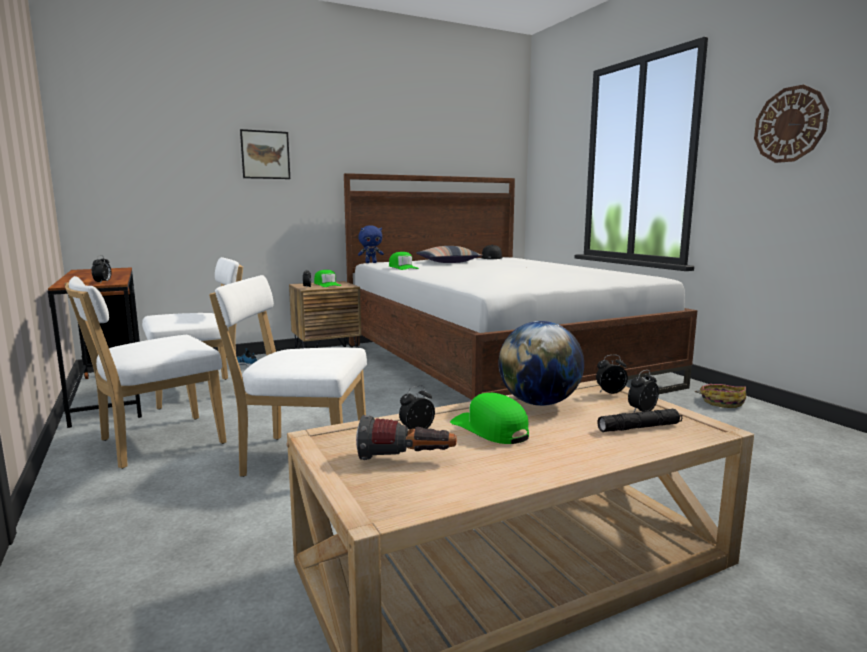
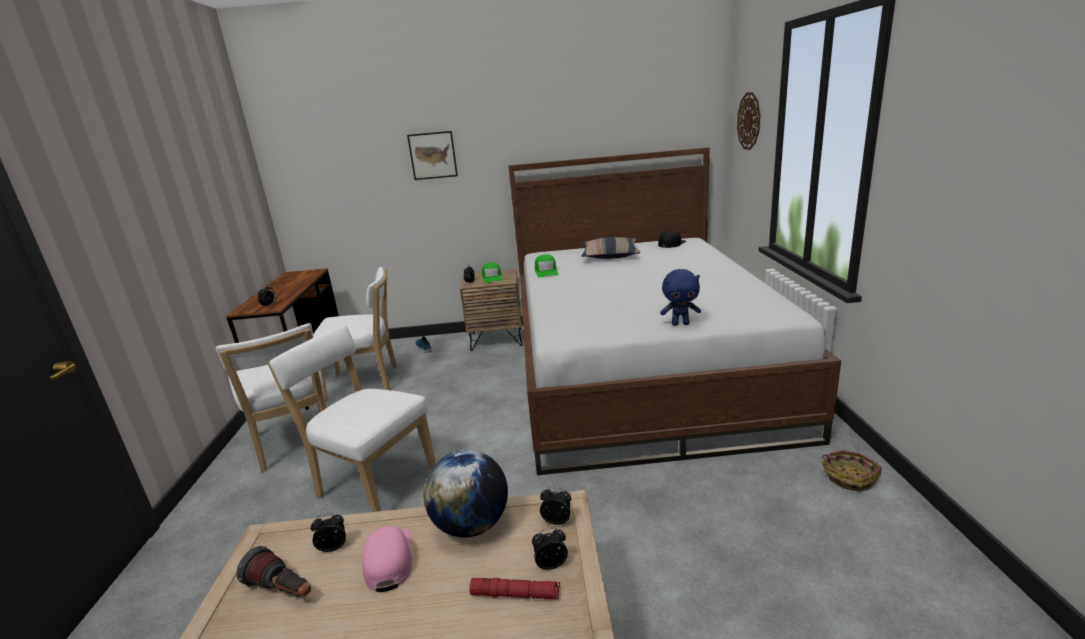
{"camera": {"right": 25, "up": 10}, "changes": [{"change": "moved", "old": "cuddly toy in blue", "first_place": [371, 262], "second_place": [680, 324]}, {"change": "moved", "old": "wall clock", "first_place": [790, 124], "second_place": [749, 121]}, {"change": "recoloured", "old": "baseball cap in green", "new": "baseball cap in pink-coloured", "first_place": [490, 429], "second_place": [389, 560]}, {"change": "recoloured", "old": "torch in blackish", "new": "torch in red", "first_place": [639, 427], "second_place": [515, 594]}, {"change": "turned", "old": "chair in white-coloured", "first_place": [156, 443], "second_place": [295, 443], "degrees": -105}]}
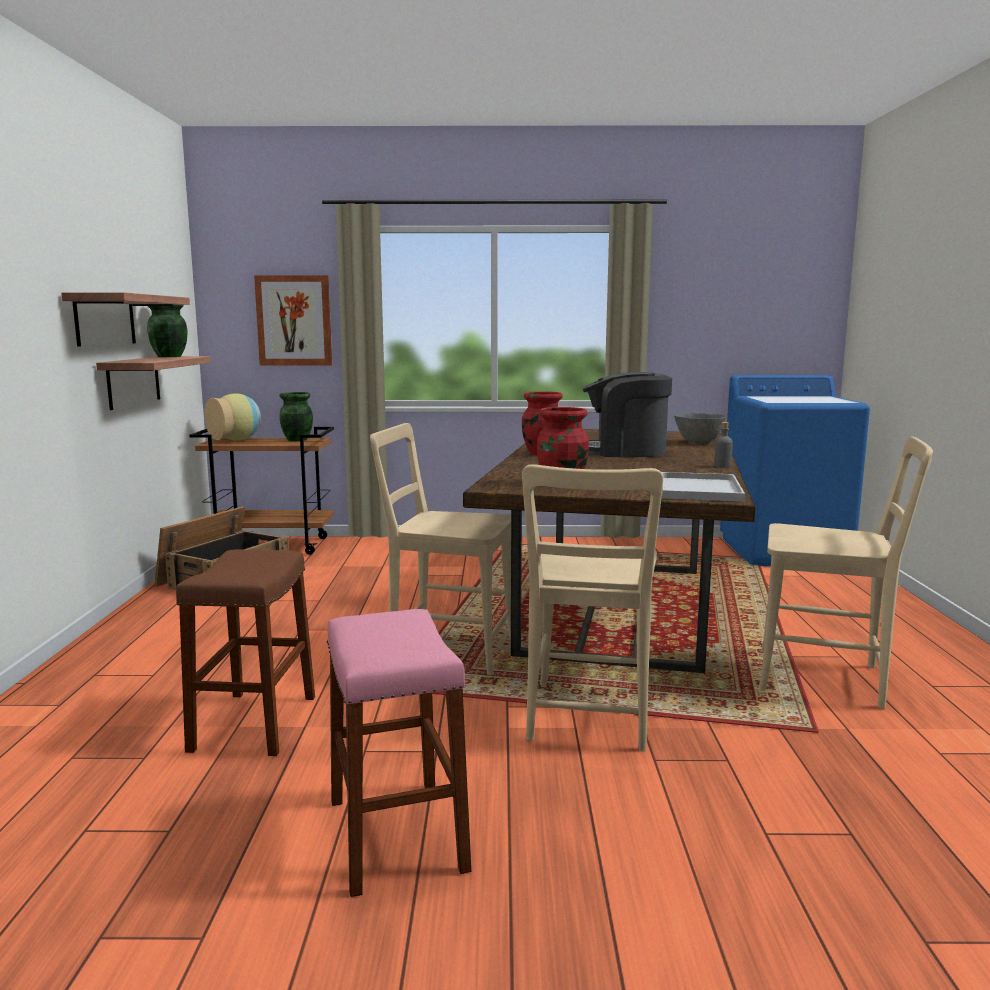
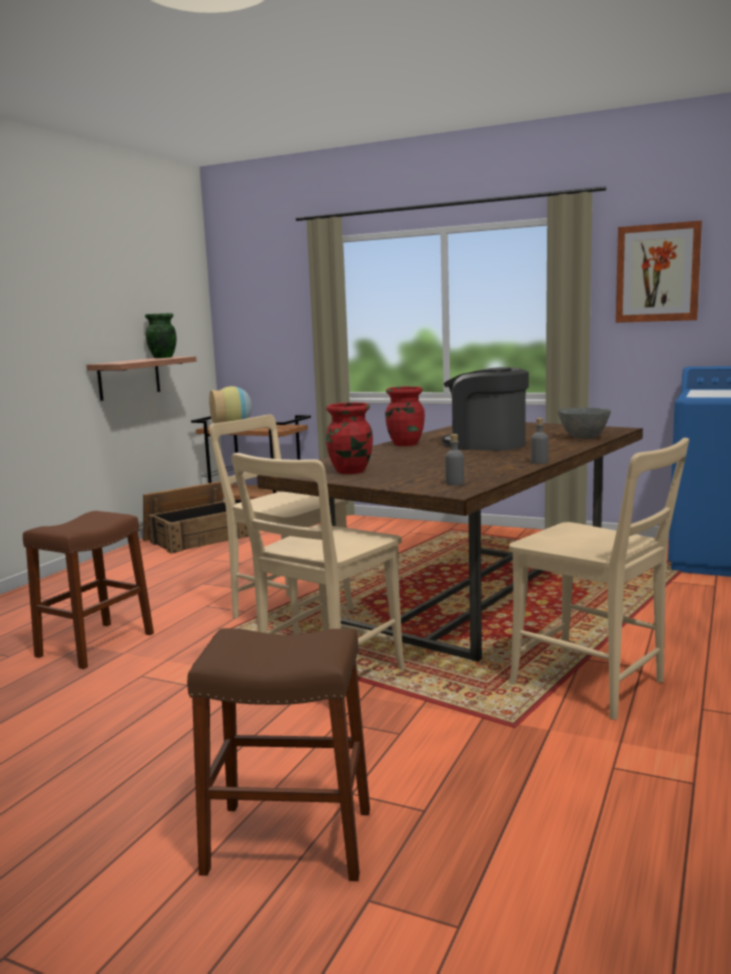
{"camera": {"right": 25, "up": 0}, "changes": [{"change": "removed", "old": "shelf", "first_place": [105, 320]}, {"change": "removed", "old": "flower vase in green", "first_place": [297, 440]}, {"change": "removed", "old": "sitting stool in pink-coloured", "first_place": [396, 834]}, {"change": "added", "new": "sitting stool in brown", "second_place": [289, 840]}, {"change": "moved", "old": "wall art", "first_place": [294, 321], "second_place": [657, 273]}, {"change": "replaced", "old": "tray in white-coloured", "new": "bottle in gray", "first_place": [701, 489], "second_place": [455, 483]}]}
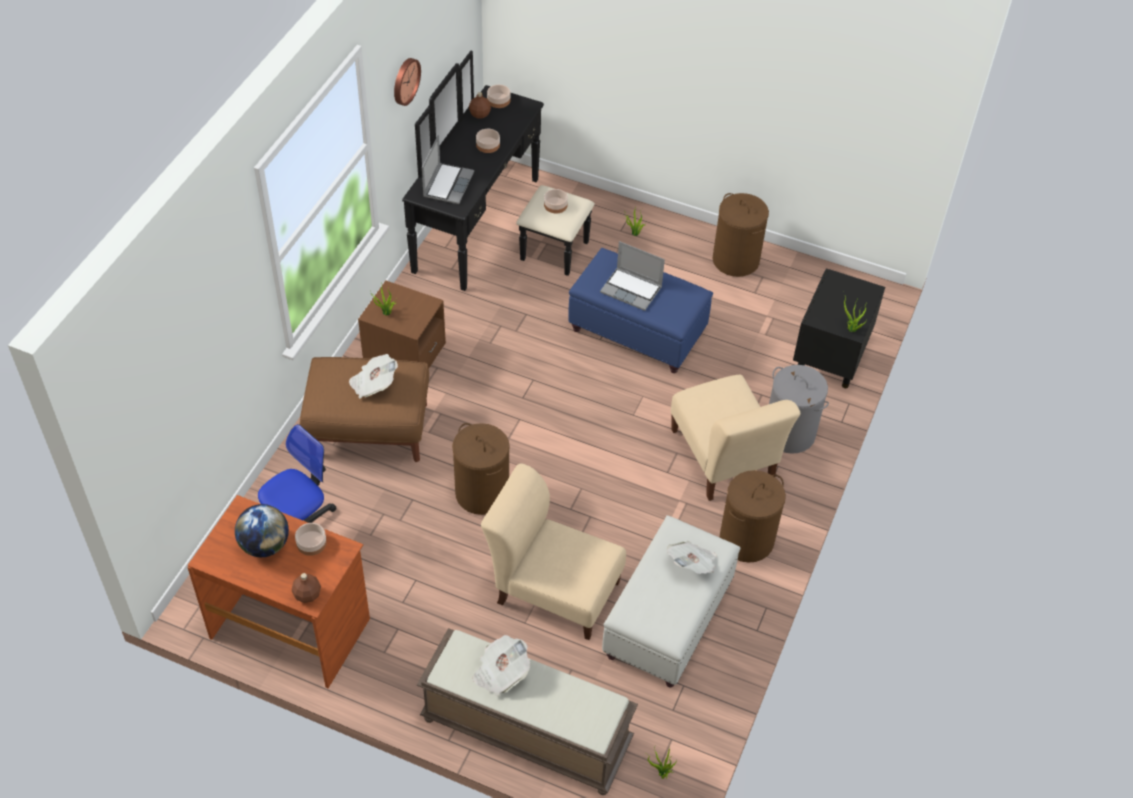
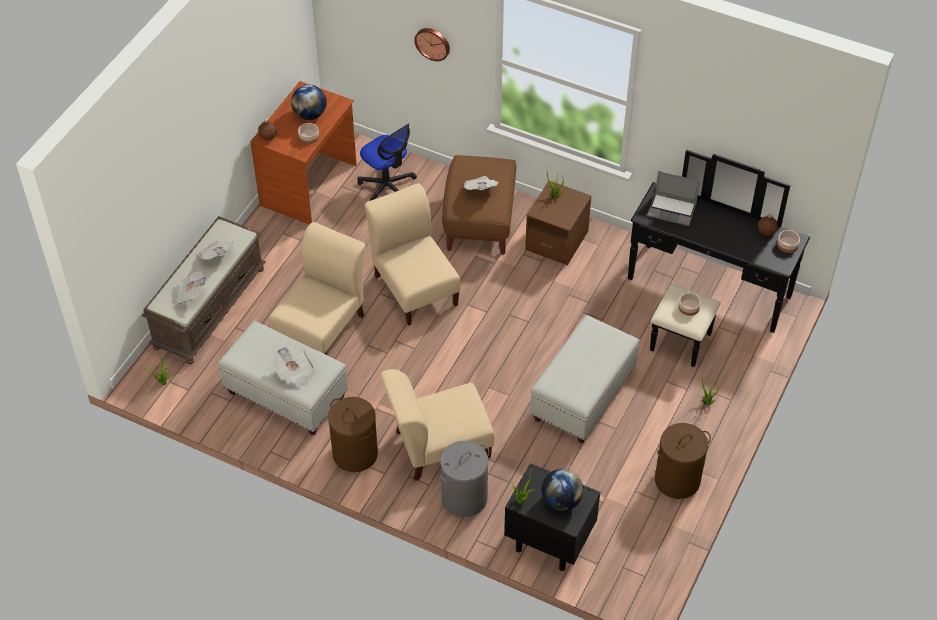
{"camera": {"right": 95, "up": 0}, "changes": [{"change": "removed", "old": "serving bowl", "first_place": [488, 145]}, {"change": "removed", "old": "notebook computer", "first_place": [632, 290]}, {"change": "added", "new": "daily paper", "second_place": [189, 295]}, {"change": "added", "new": "desk globe", "second_place": [561, 500]}, {"change": "moved", "old": "wall clock", "first_place": [405, 81], "second_place": [433, 43]}, {"change": "replaced", "old": "hamper in brown", "new": "chair in beige-coloured", "first_place": [481, 493], "second_place": [414, 287]}, {"change": "recoloured", "old": "footrest in blue", "new": "footrest in white-coloured", "first_place": [638, 332], "second_place": [582, 396]}]}
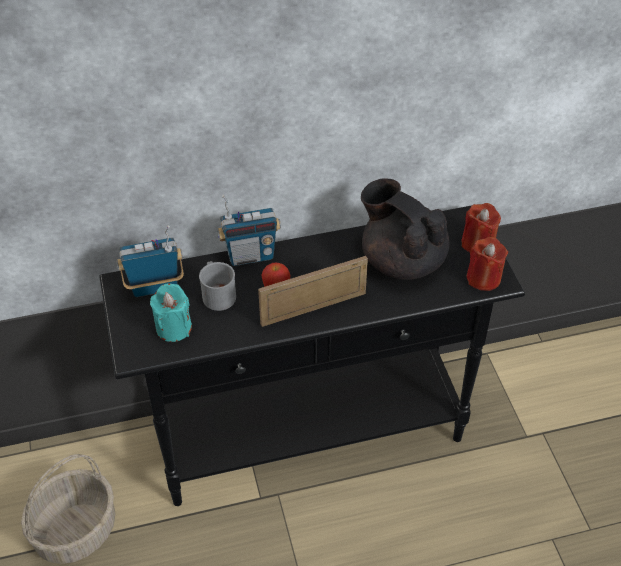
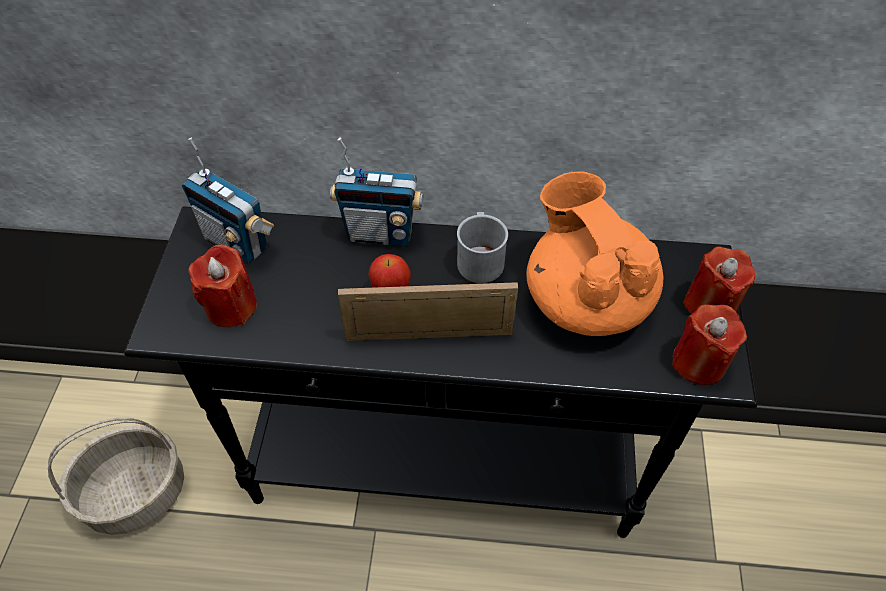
{"camera": {"right": 20, "up": 5}, "changes": [{"change": "moved", "old": "tea mug in gray", "first_place": [217, 294], "second_place": [480, 258]}, {"change": "recoloured", "old": "wax candle in turquoise-coloured", "new": "wax candle in red", "first_place": [173, 328], "second_place": [231, 307]}, {"change": "recoloured", "old": "teapot in blackish", "new": "teapot in orange-coloured", "first_place": [402, 260], "second_place": [586, 299]}, {"change": "turned", "old": "radio set", "first_place": [155, 287], "second_place": [237, 243], "degrees": -150}]}
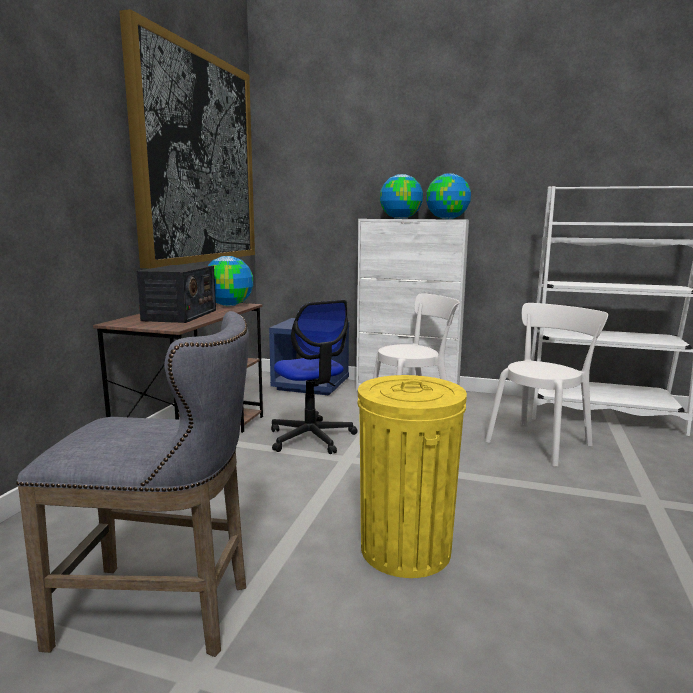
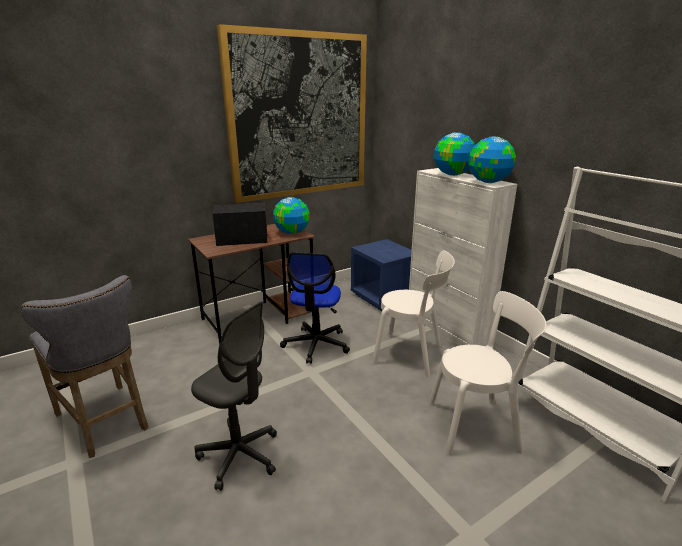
{"camera": {"right": 40, "up": 10}, "changes": [{"change": "replaced", "old": "trash can in yellow-coloured", "new": "desk chair in gray", "first_place": [405, 549], "second_place": [239, 456]}, {"change": "turned", "old": "radio set", "first_place": [180, 315], "second_place": [242, 239], "degrees": -150}]}
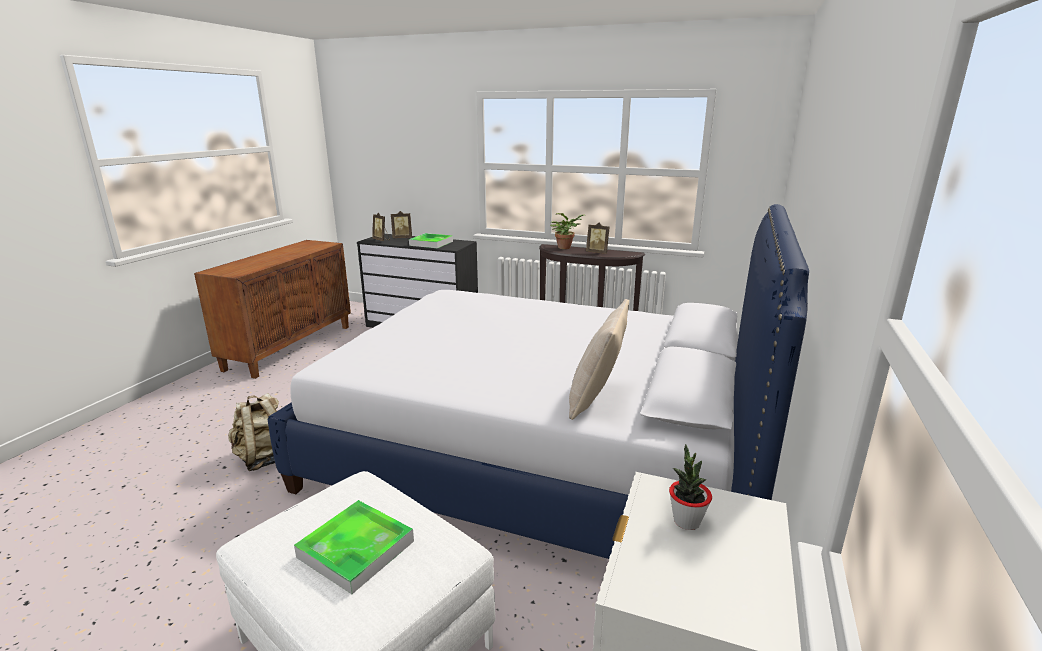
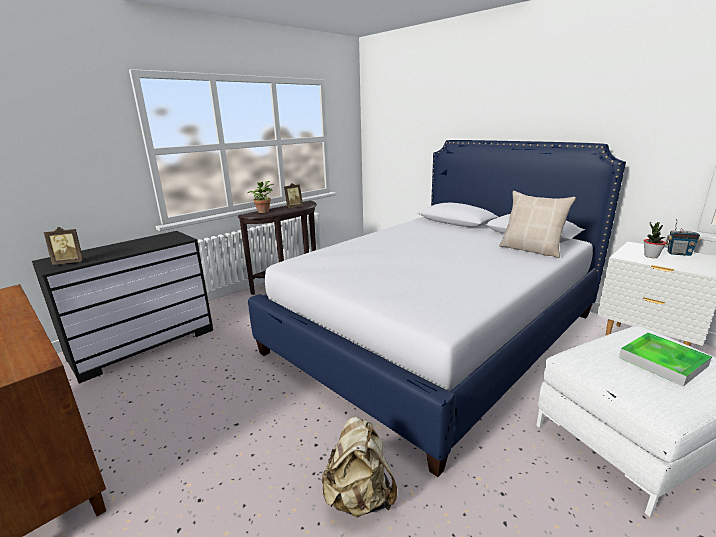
{"camera": {"right": -65, "up": 0}, "changes": [{"change": "removed", "old": "standing frame", "first_place": [402, 238]}, {"change": "removed", "old": "tray", "first_place": [431, 243]}, {"change": "added", "new": "radio set", "second_place": [678, 254]}]}
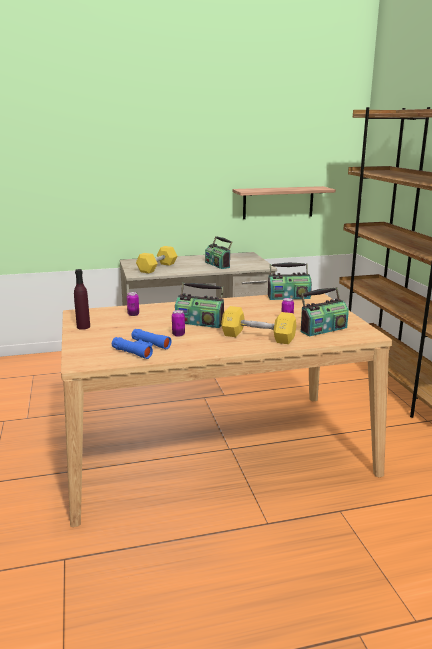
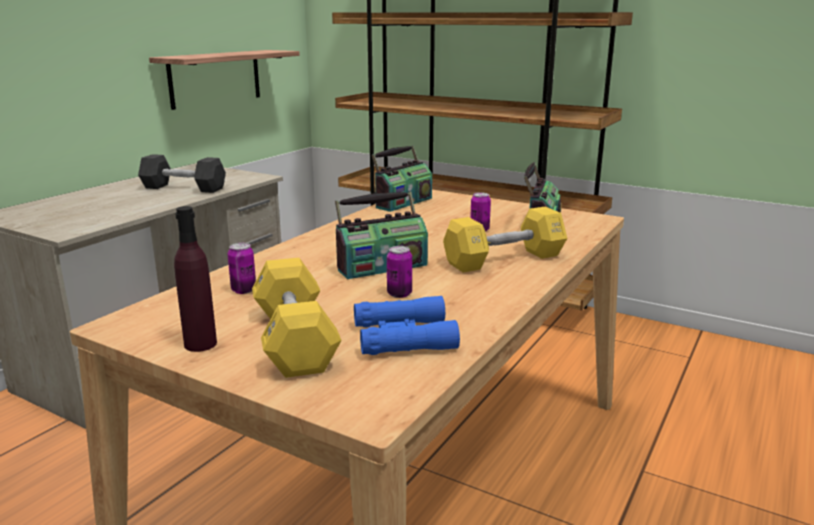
{"camera": {"right": -45, "up": 0}, "changes": [{"change": "moved", "old": "dumbbell in yellow-coloured", "first_place": [157, 267], "second_place": [294, 339]}, {"change": "replaced", "old": "radio set", "new": "dumbbell in blackish", "first_place": [218, 264], "second_place": [183, 188]}]}
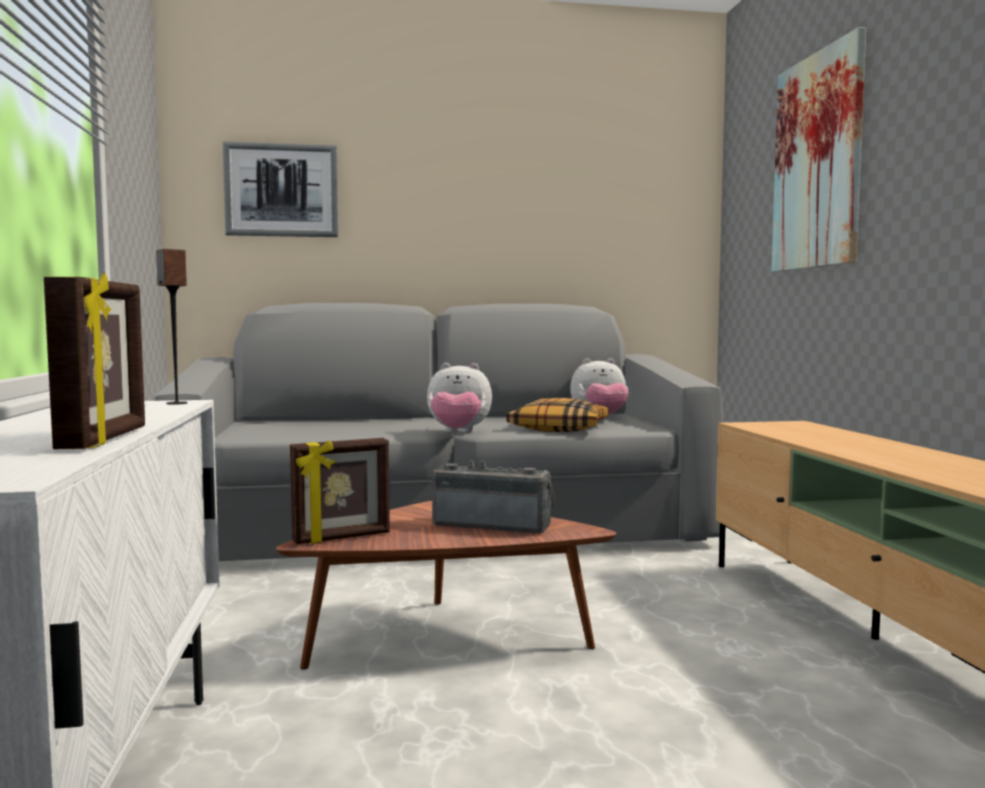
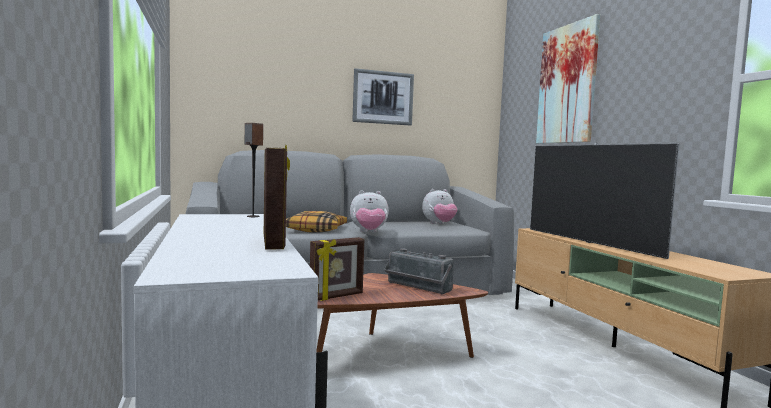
{"camera": {"right": -10, "up": 0}, "changes": [{"change": "added", "new": "TV set", "second_place": [589, 242]}, {"change": "moved", "old": "wall art", "first_place": [281, 190], "second_place": [383, 97]}, {"change": "moved", "old": "pillow", "first_place": [559, 429], "second_place": [315, 230]}, {"change": "turned", "old": "radio set", "first_place": [493, 524], "second_place": [417, 287], "degrees": -150}]}
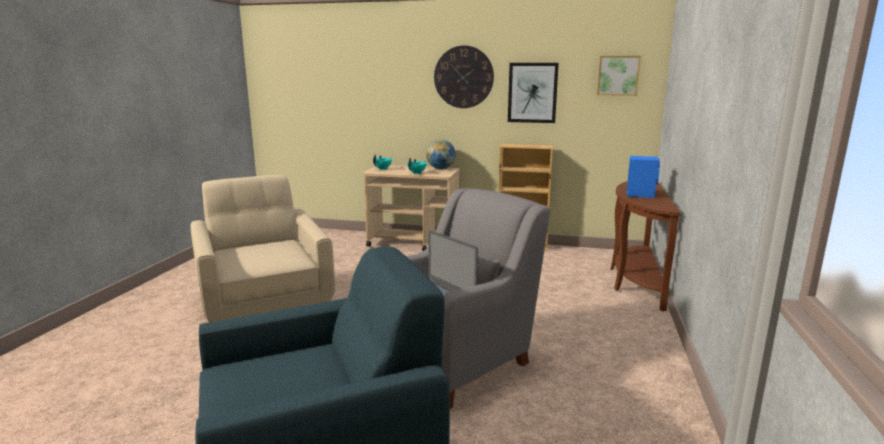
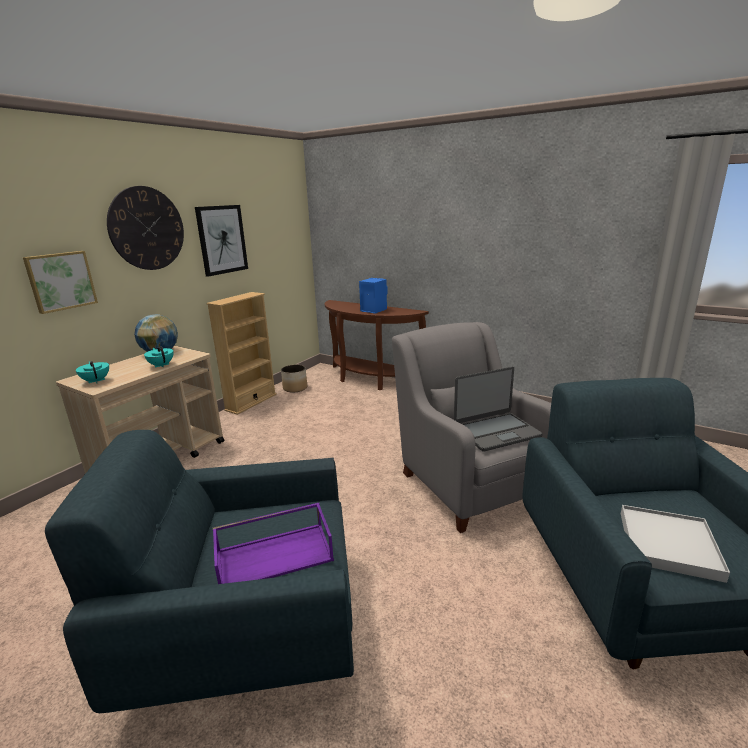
{"camera": {"right": -70, "up": 5}, "changes": [{"change": "added", "new": "tray in purplish", "second_place": [275, 555]}, {"change": "added", "new": "plant pot", "second_place": [295, 388]}, {"change": "added", "new": "tray in white-coloured", "second_place": [668, 544]}, {"change": "moved", "old": "wall art", "first_place": [618, 75], "second_place": [61, 281]}, {"change": "recoloured", "old": "easy chair in beige-coloured", "new": "easy chair in blue", "first_place": [264, 305], "second_place": [245, 629]}]}
